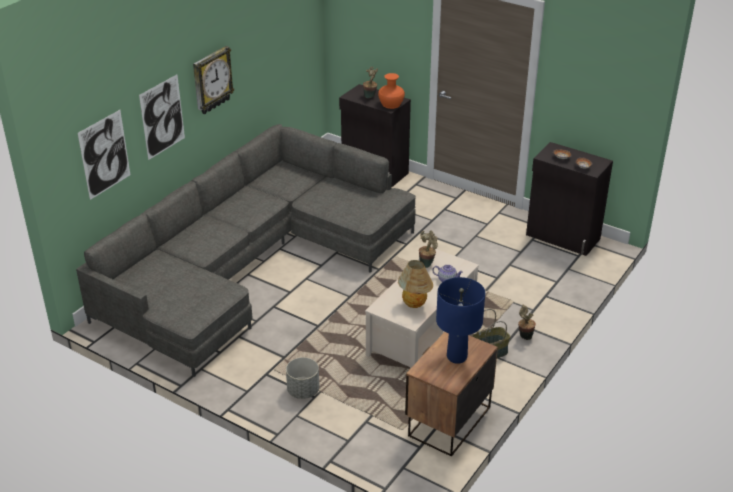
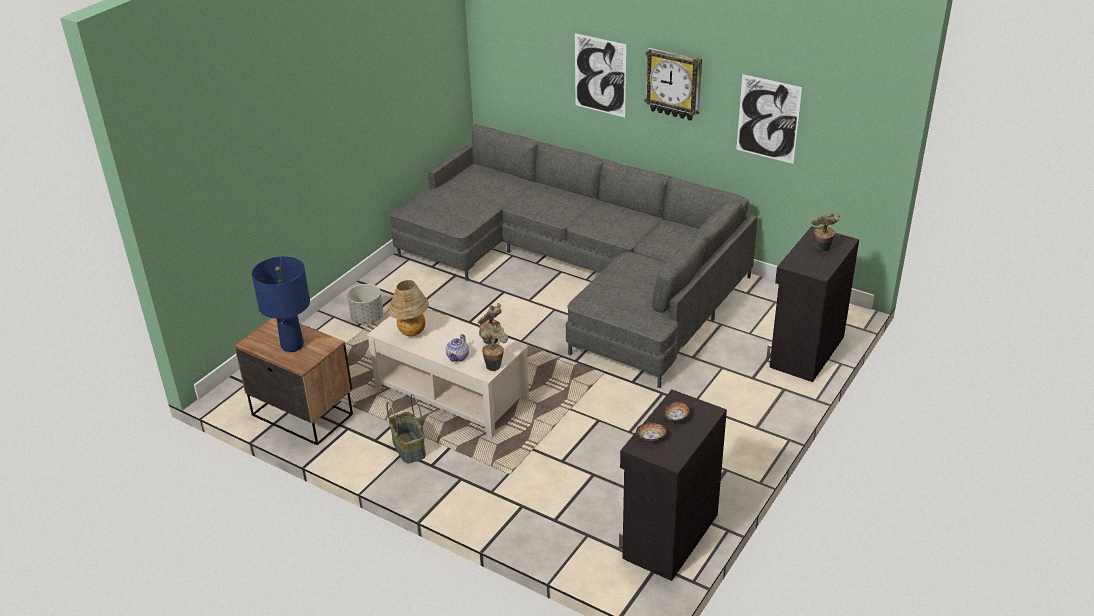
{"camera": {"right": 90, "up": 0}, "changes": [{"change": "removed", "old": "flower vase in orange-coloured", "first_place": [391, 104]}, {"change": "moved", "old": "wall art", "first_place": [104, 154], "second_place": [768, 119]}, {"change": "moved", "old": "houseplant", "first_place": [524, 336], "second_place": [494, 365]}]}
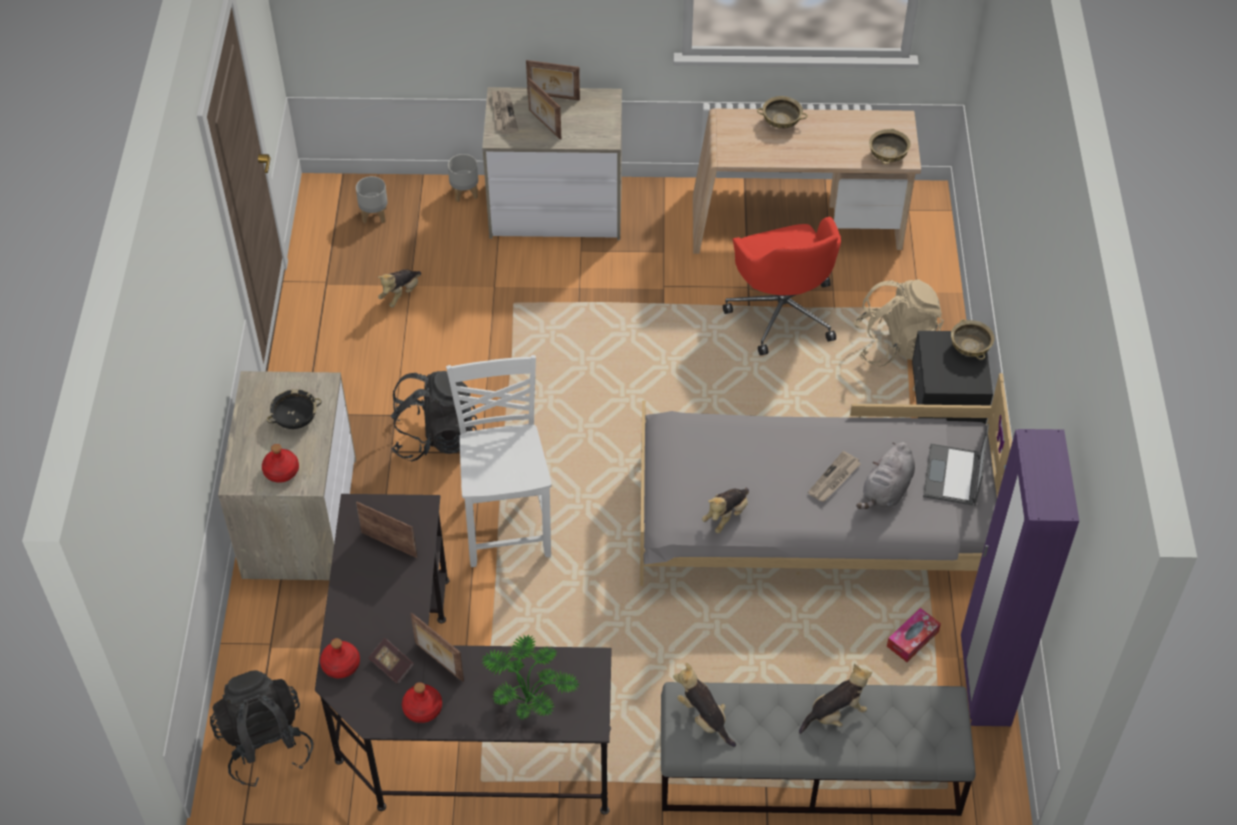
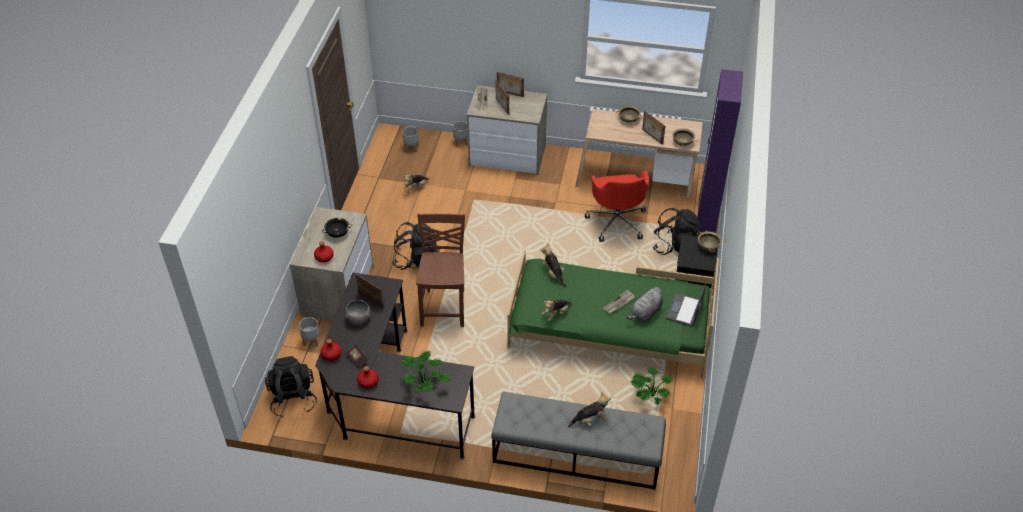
{"camera": {"right": 10, "up": -5}, "changes": [{"change": "added", "new": "plant pot in gray", "second_place": [311, 340]}, {"change": "added", "new": "serving bowl in gray", "second_place": [358, 318]}, {"change": "moved", "old": "standing frame", "first_place": [438, 662], "second_place": [652, 137]}, {"change": "moved", "old": "cuddly toy", "first_place": [704, 718], "second_place": [553, 273]}, {"change": "moved", "old": "clothes cupboard in purplish", "first_place": [984, 682], "second_place": [706, 216]}, {"change": "replaced", "old": "box of tissues", "new": "houseplant", "first_place": [912, 639], "second_place": [649, 396]}, {"change": "recoloured", "old": "chair in white-coloured", "new": "chair in brown", "first_place": [507, 523], "second_place": [444, 307]}, {"change": "recoloured", "old": "sleeping bed in gray", "new": "sleeping bed in green", "first_place": [812, 523], "second_place": [608, 329]}, {"change": "recoloured", "old": "knapsack in beige-coloured", "new": "knapsack in blackish", "first_place": [895, 345], "second_place": [675, 245]}]}
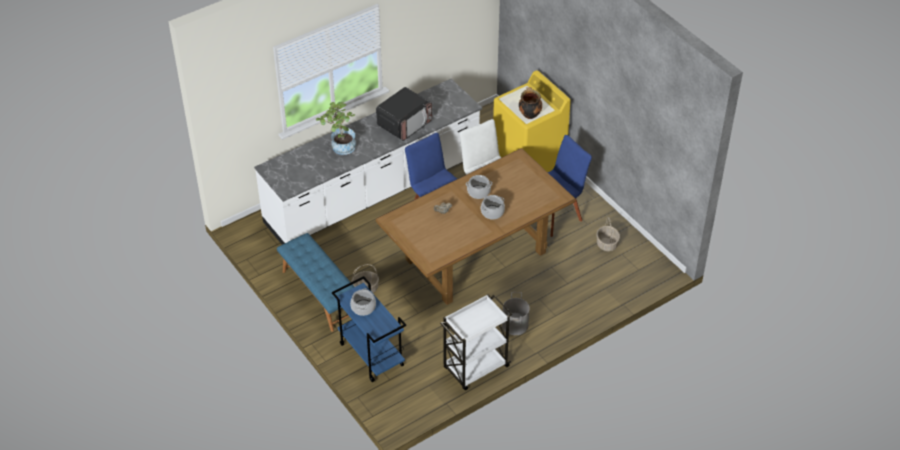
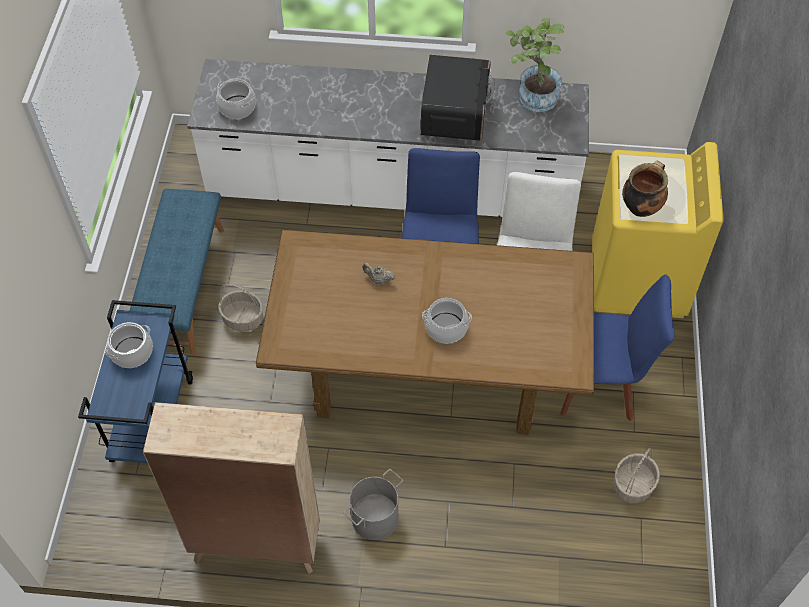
{"camera": {"right": 40, "up": 10}, "changes": [{"change": "moved", "old": "houseplant", "first_place": [340, 148], "second_place": [532, 97]}, {"change": "moved", "old": "stockpot", "first_place": [478, 192], "second_place": [237, 107]}, {"change": "replaced", "old": "cart in white-coloured", "new": "bookcase in beige-coloured", "first_place": [475, 368], "second_place": [256, 544]}, {"change": "turned", "old": "microwave oven", "first_place": [404, 123], "second_place": [454, 113], "degrees": -75}]}
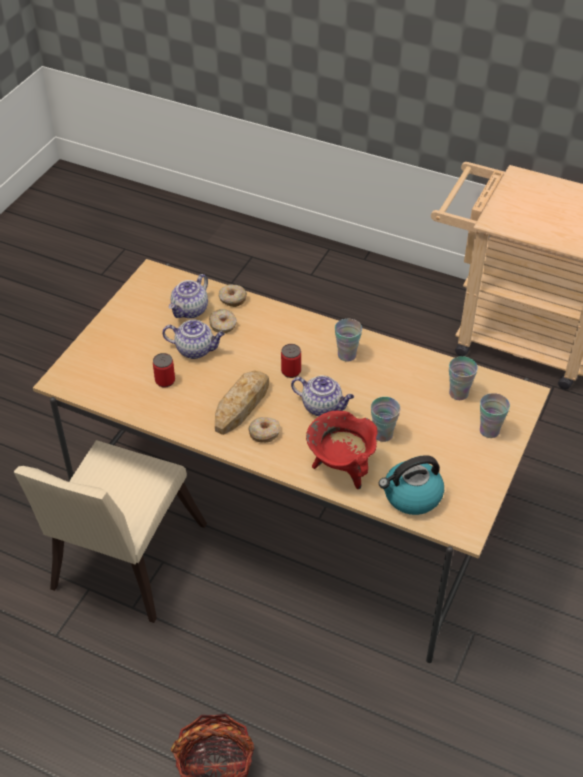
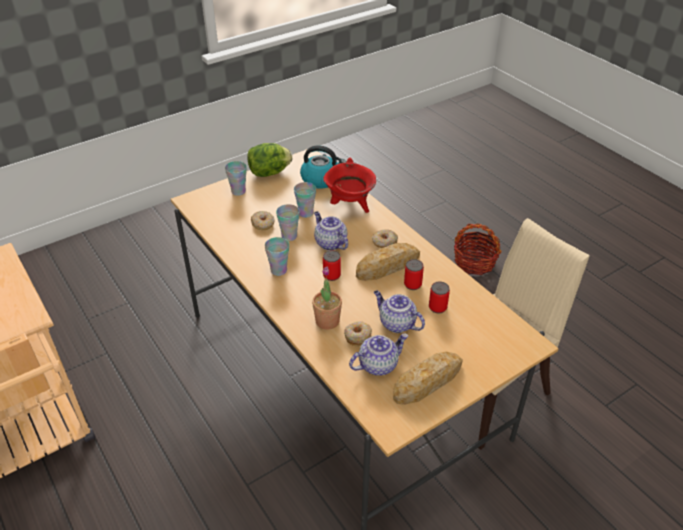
{"camera": {"right": -150, "up": -5}, "changes": [{"change": "added", "new": "head of lettuce", "second_place": [269, 173]}, {"change": "added", "new": "houseplant", "second_place": [327, 321]}, {"change": "added", "new": "bread", "second_place": [428, 381]}, {"change": "added", "new": "sealed can", "second_place": [412, 284]}, {"change": "moved", "old": "doughnut", "first_place": [232, 299], "second_place": [263, 224]}, {"change": "moved", "old": "drinking cup", "first_place": [458, 393], "second_place": [289, 236]}]}
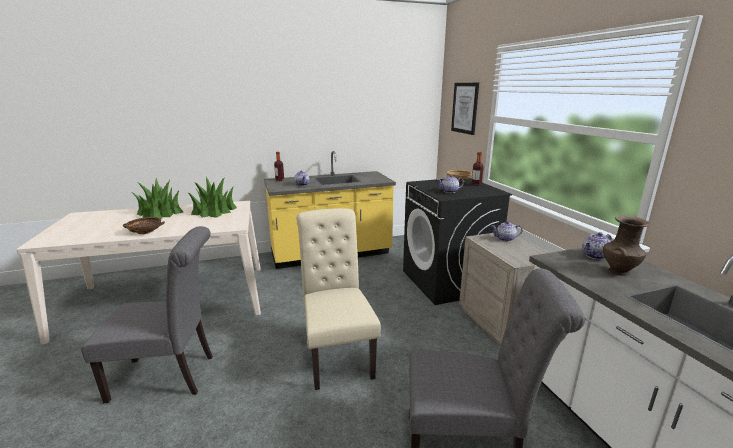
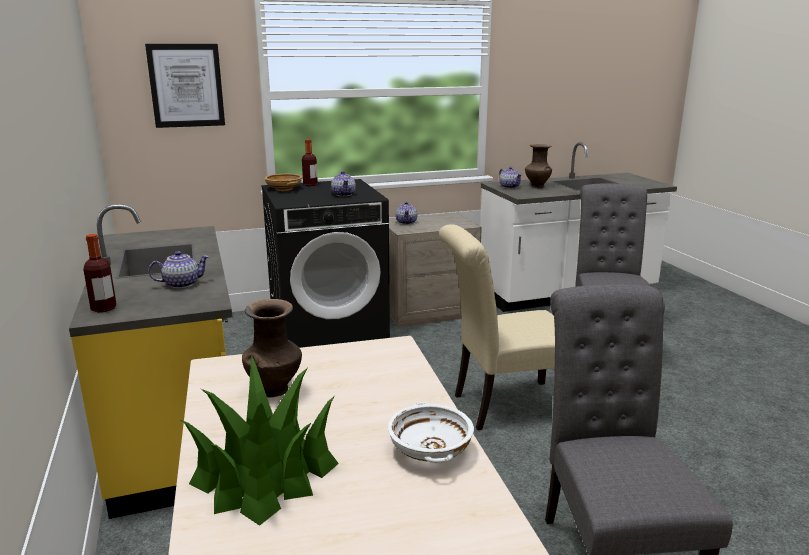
{"camera": {"right": -90, "up": 0}, "changes": [{"change": "replaced", "old": "houseplant", "new": "flower vase in brown", "first_place": [214, 211], "second_place": [275, 389]}, {"change": "recoloured", "old": "serving bowl in brown", "new": "serving bowl in white-coloured", "first_place": [146, 231], "second_place": [429, 449]}]}
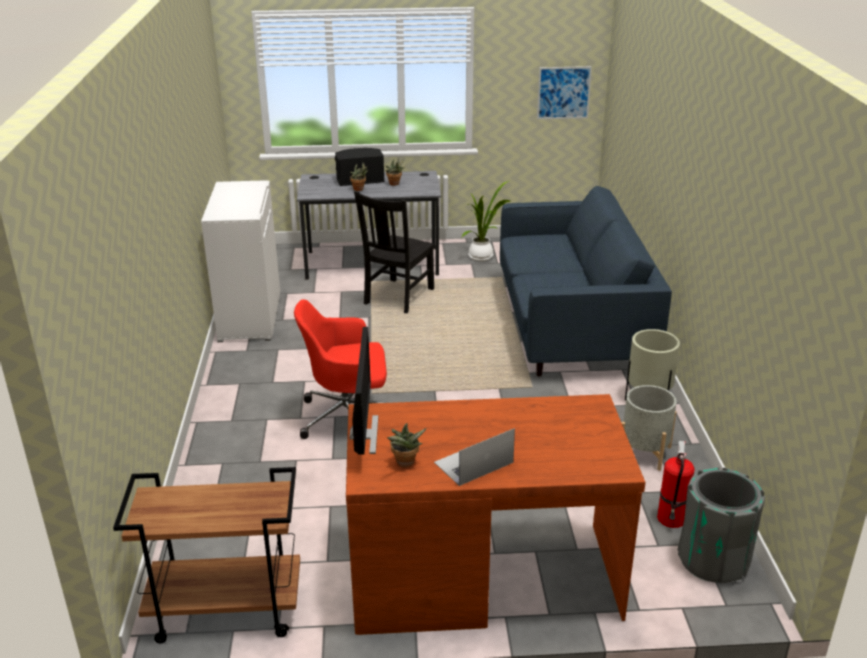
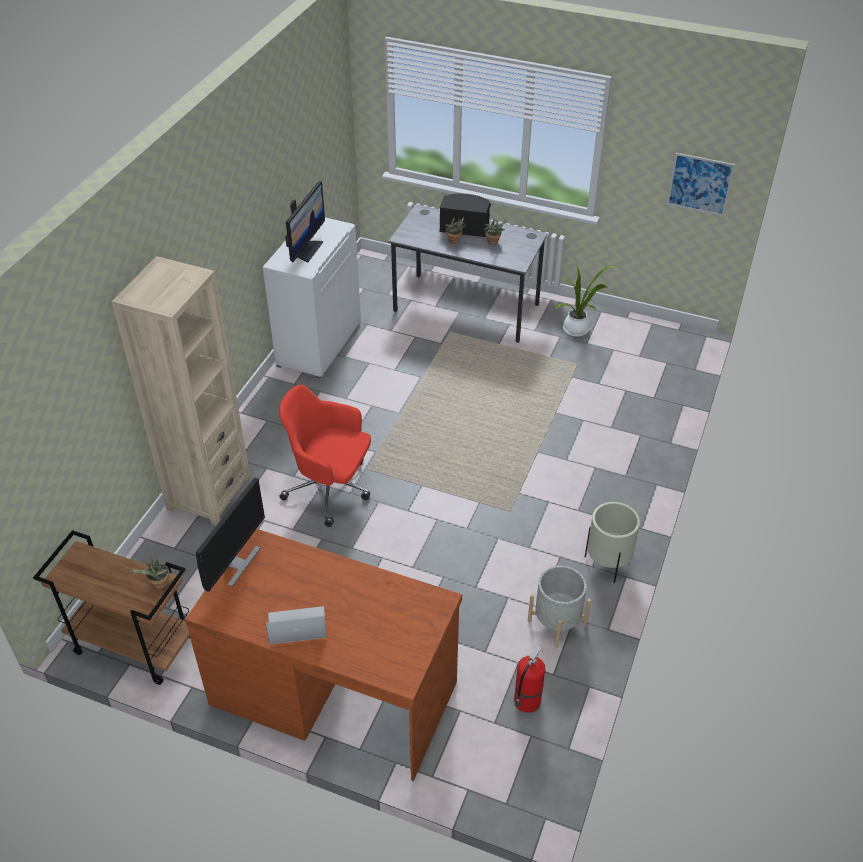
{"camera": {"right": 25, "up": 15}, "changes": [{"change": "removed", "old": "chair in blackish", "first_place": [397, 297]}, {"change": "removed", "old": "settee in blue", "first_place": [570, 325]}, {"change": "removed", "old": "trash can in gray", "first_place": [713, 560]}, {"change": "added", "new": "bookcase in beige-coloured", "second_place": [209, 493]}, {"change": "added", "new": "computer screen", "second_place": [306, 250]}, {"change": "moved", "old": "houseplant", "first_place": [405, 464], "second_place": [159, 585]}]}
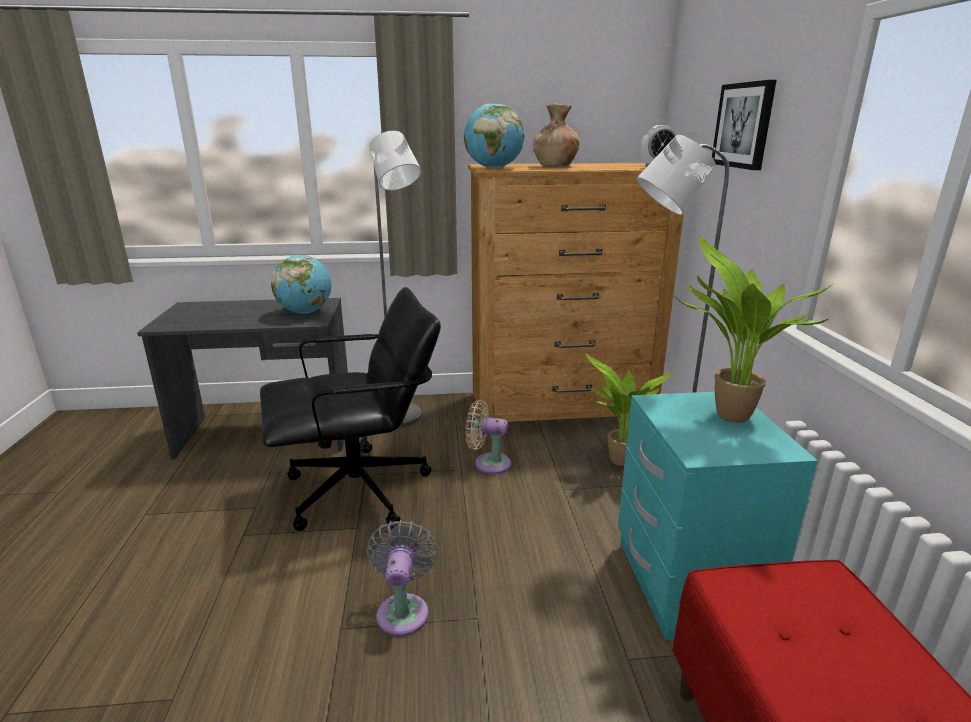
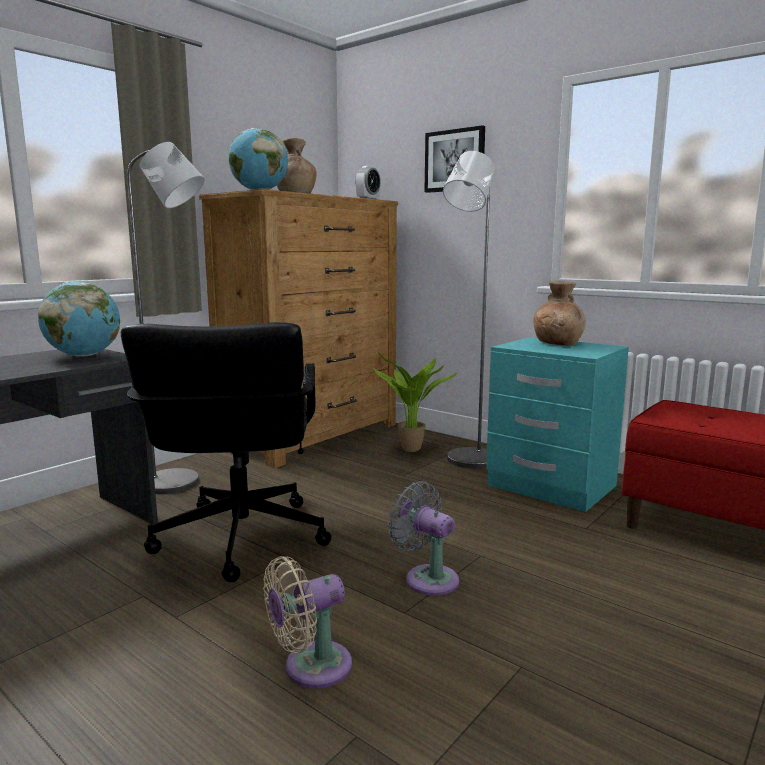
{"camera": {"right": -45, "up": -10}, "changes": [{"change": "moved", "old": "fan in beige-coloured", "first_place": [488, 463], "second_place": [311, 668]}, {"change": "replaced", "old": "houseplant", "new": "flower vase in brown", "first_place": [727, 418], "second_place": [558, 344]}, {"change": "turned", "old": "desk chair in blackish", "first_place": [360, 491], "second_place": [239, 538], "degrees": 150}]}
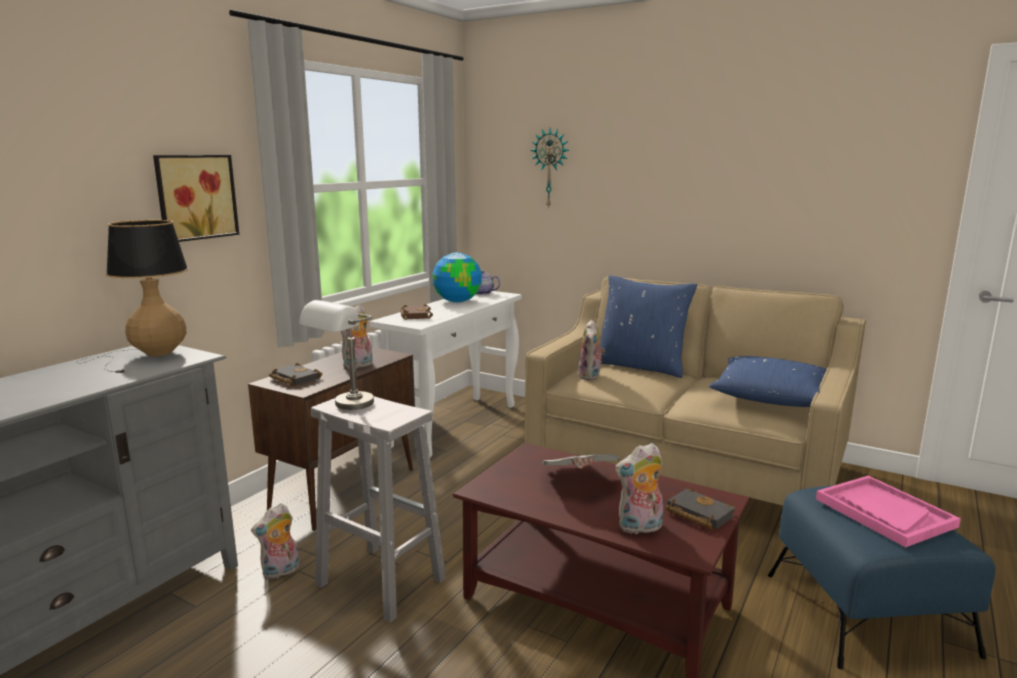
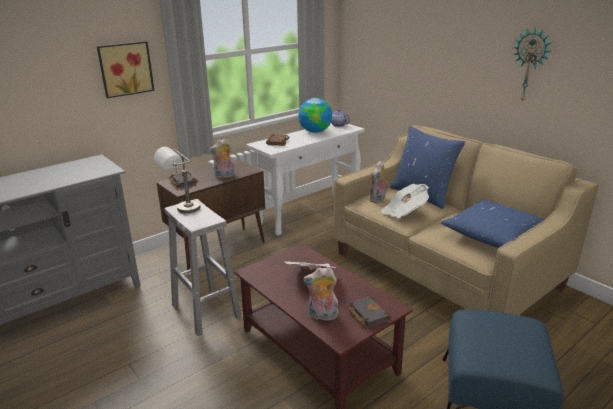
{"camera": {"right": 20, "up": 10}, "changes": [{"change": "removed", "old": "table lamp", "first_place": [149, 355]}, {"change": "removed", "old": "cuddly toy", "first_place": [281, 572]}, {"change": "removed", "old": "tray in pink-coloured", "first_place": [884, 512]}, {"change": "added", "new": "daily paper", "second_place": [404, 211]}, {"change": "moved", "old": "wall clock", "first_place": [550, 168], "second_place": [530, 65]}]}
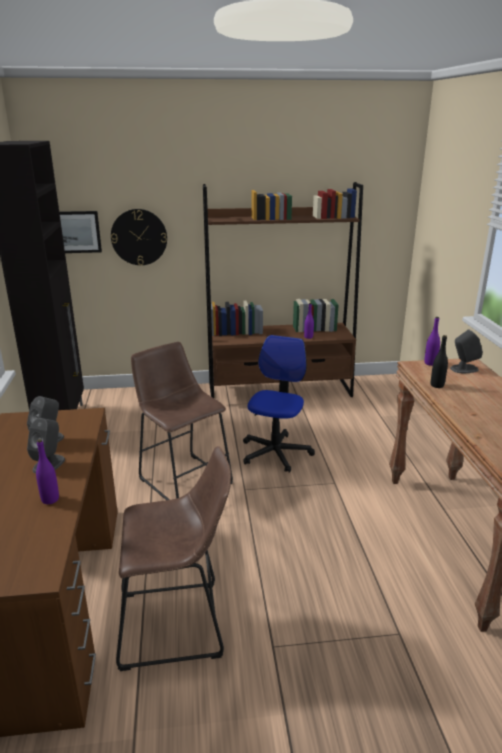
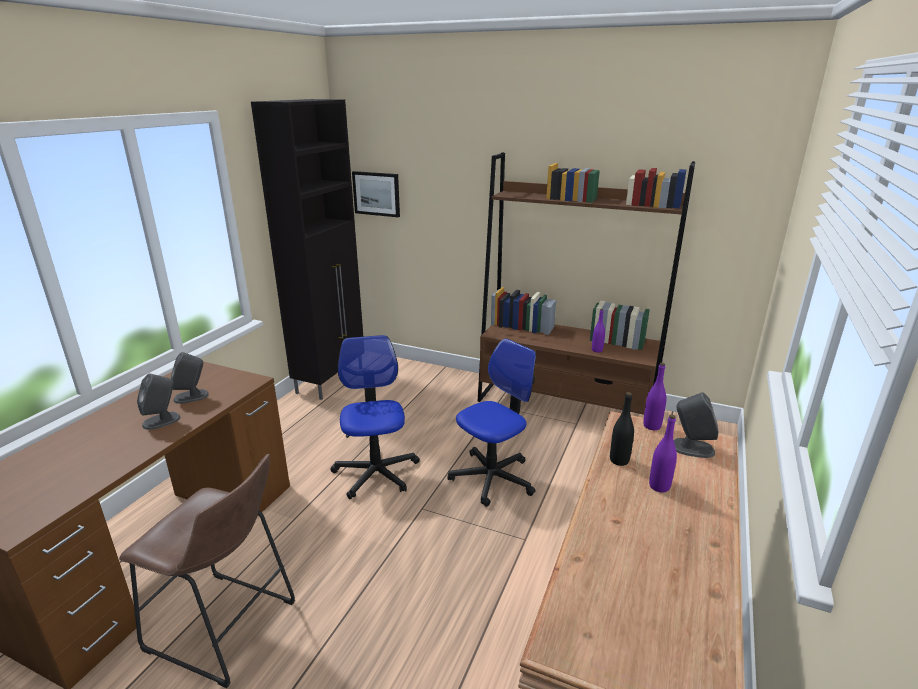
{"camera": {"right": 30, "up": 0}, "changes": [{"change": "removed", "old": "wall clock", "first_place": [139, 237]}, {"change": "moved", "old": "bottle in purplish", "first_place": [50, 499], "second_place": [659, 486]}, {"change": "replaced", "old": "sitting stool in brown", "new": "desk chair", "first_place": [183, 478], "second_place": [376, 473]}]}
